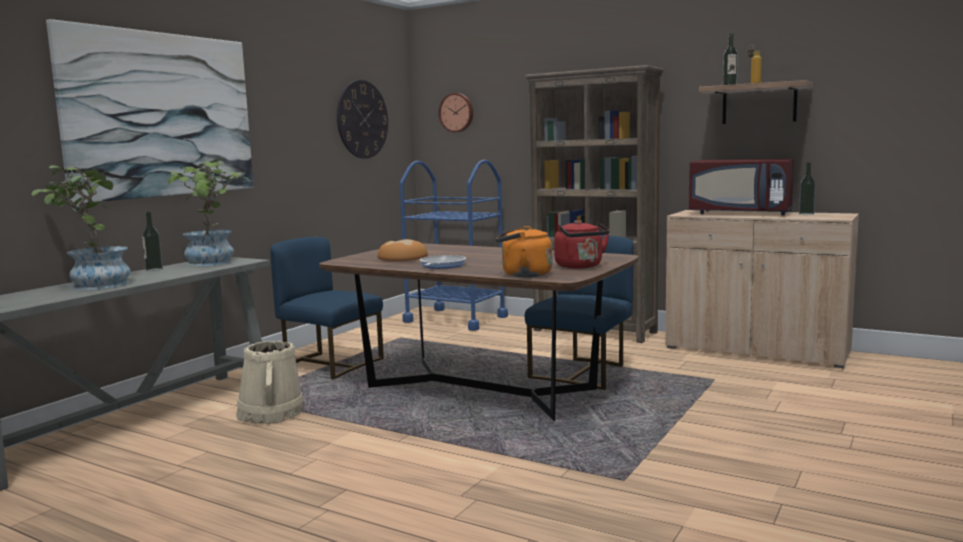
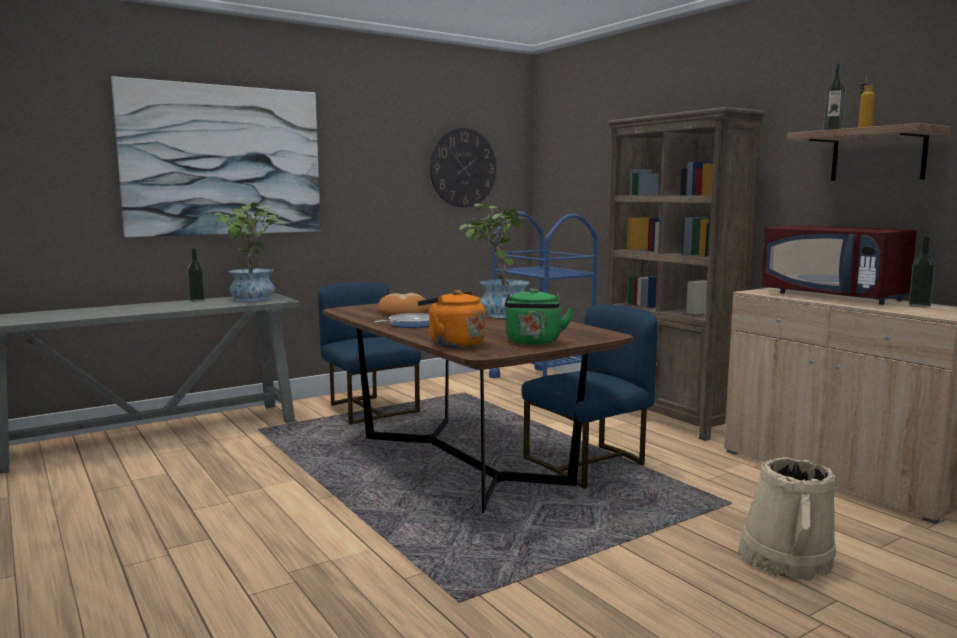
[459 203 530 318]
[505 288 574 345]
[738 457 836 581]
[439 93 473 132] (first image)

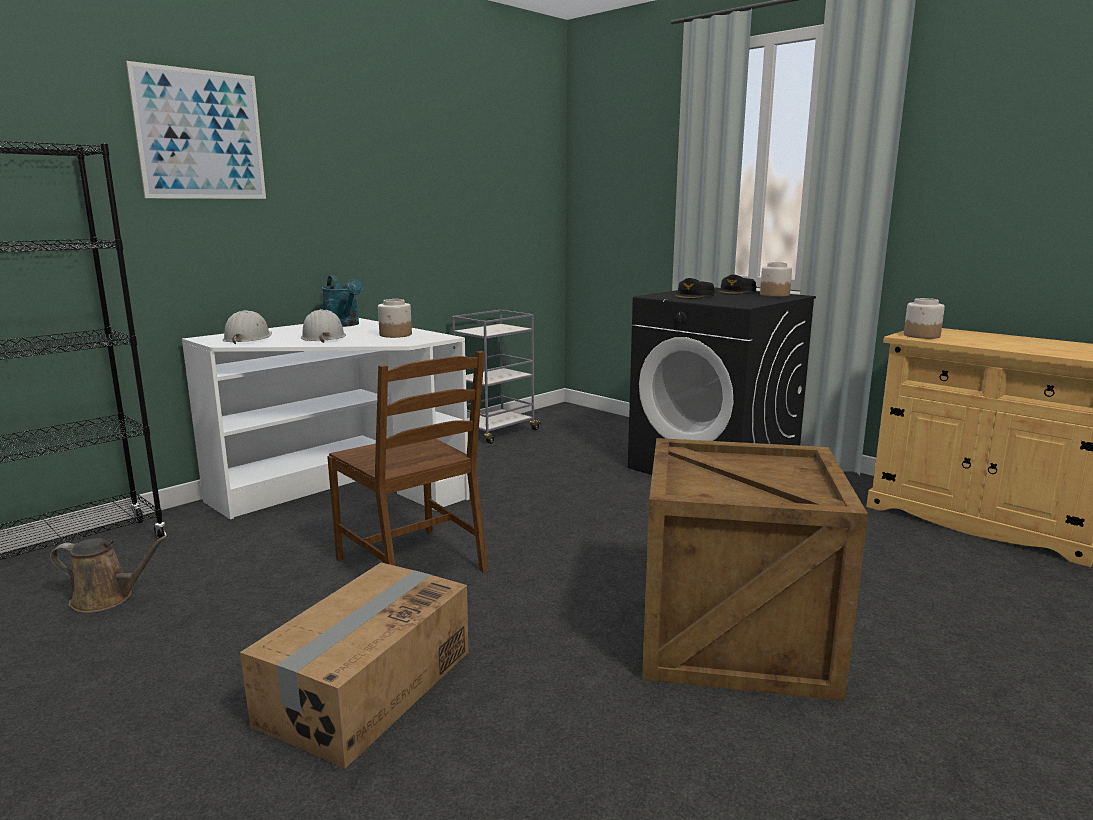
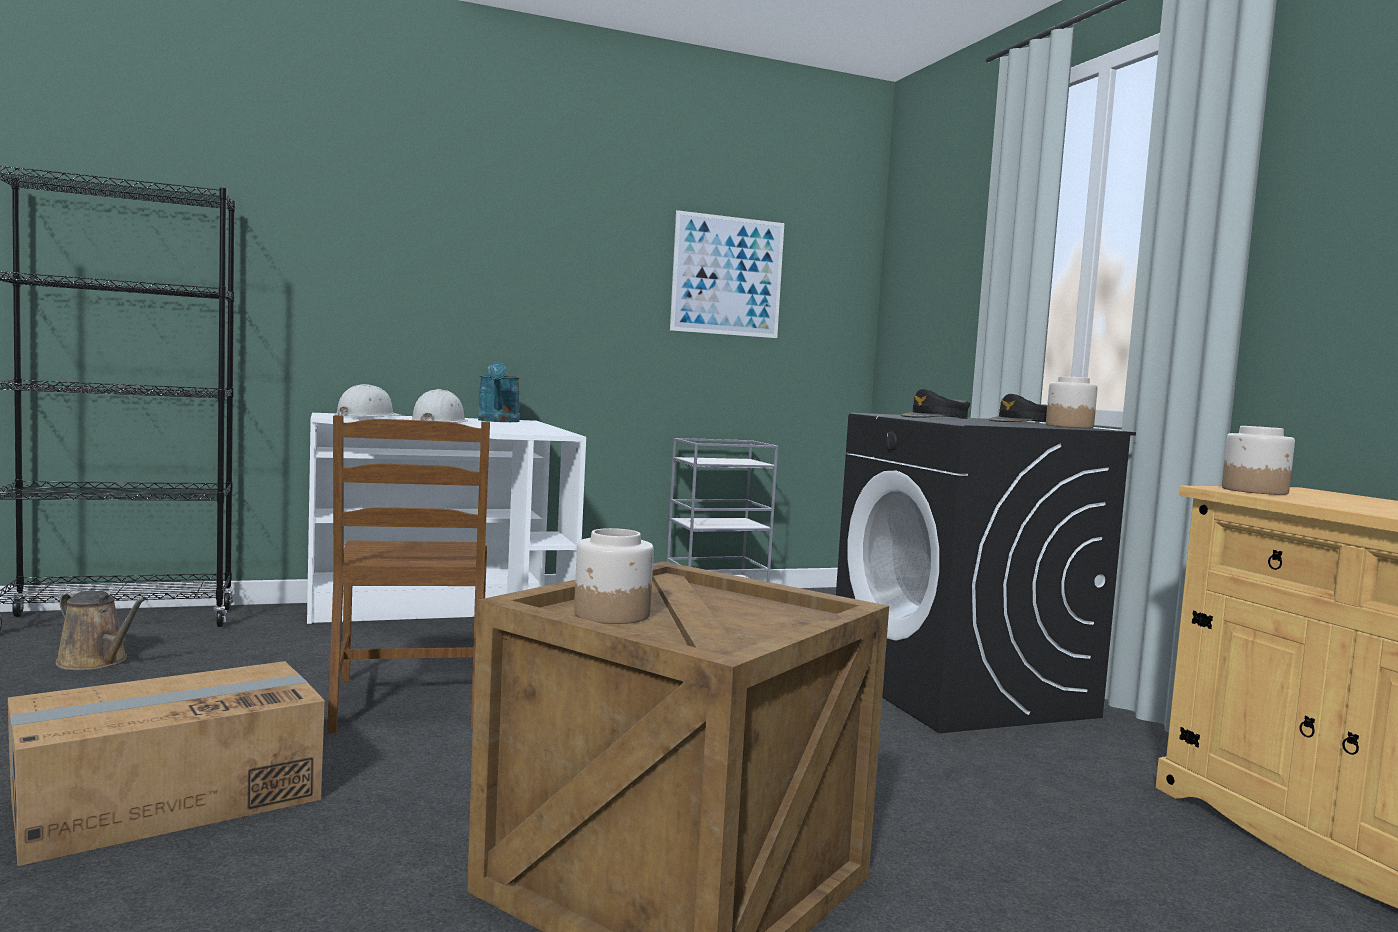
[574 528 654 624]
[670 210 784 338]

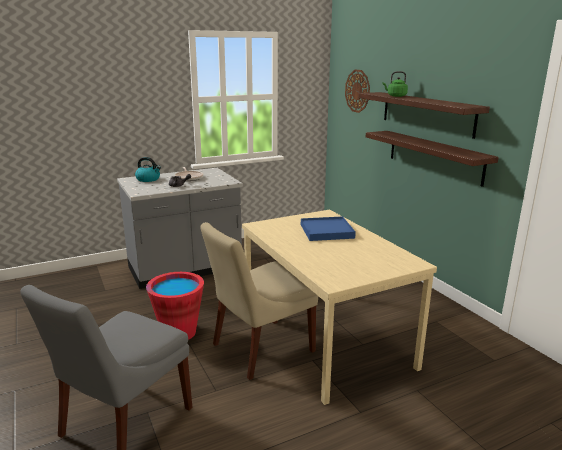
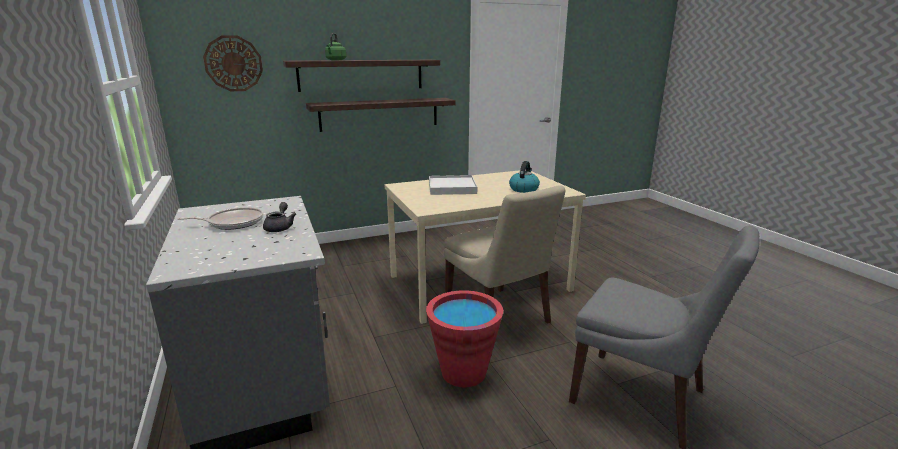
[429 175 477 195]
[509 161 540 193]

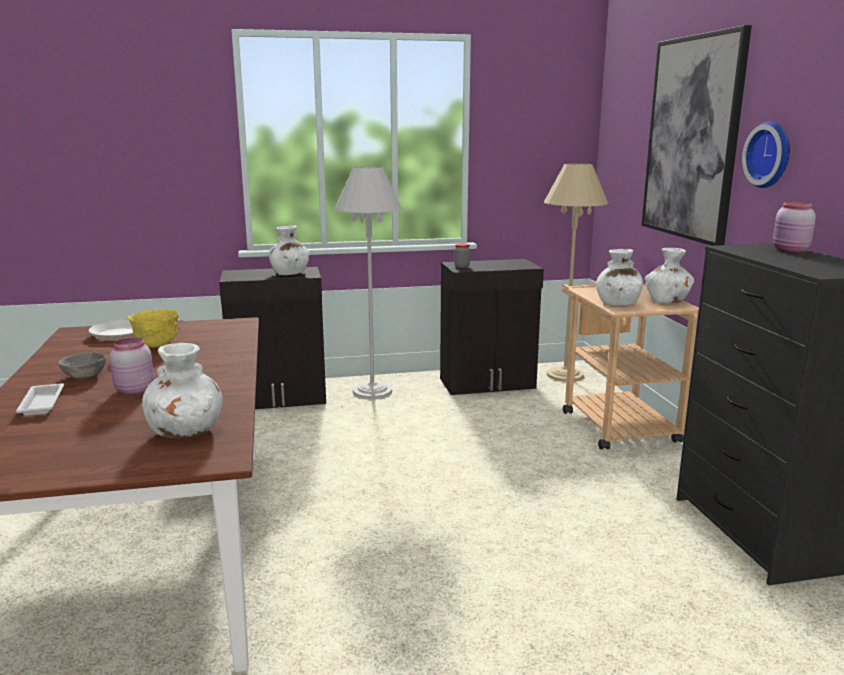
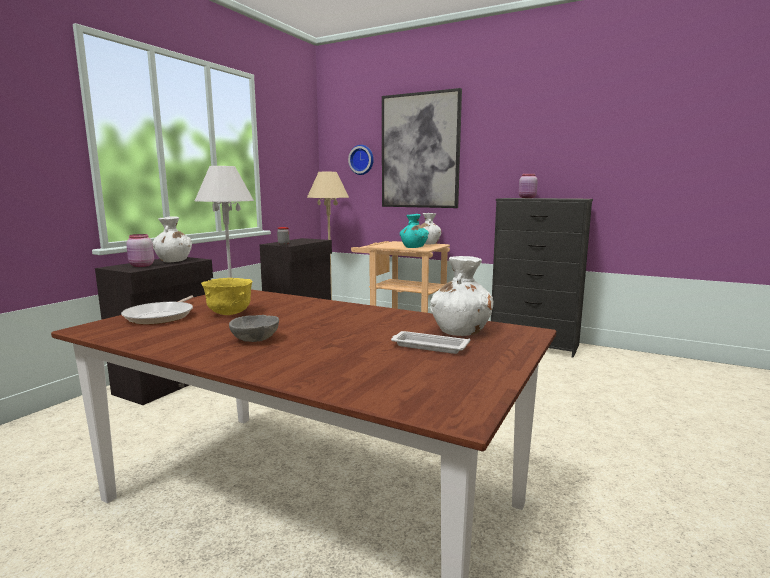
[126 234 154 267]
[348 145 374 175]
[391 331 470 354]
[400 214 429 248]

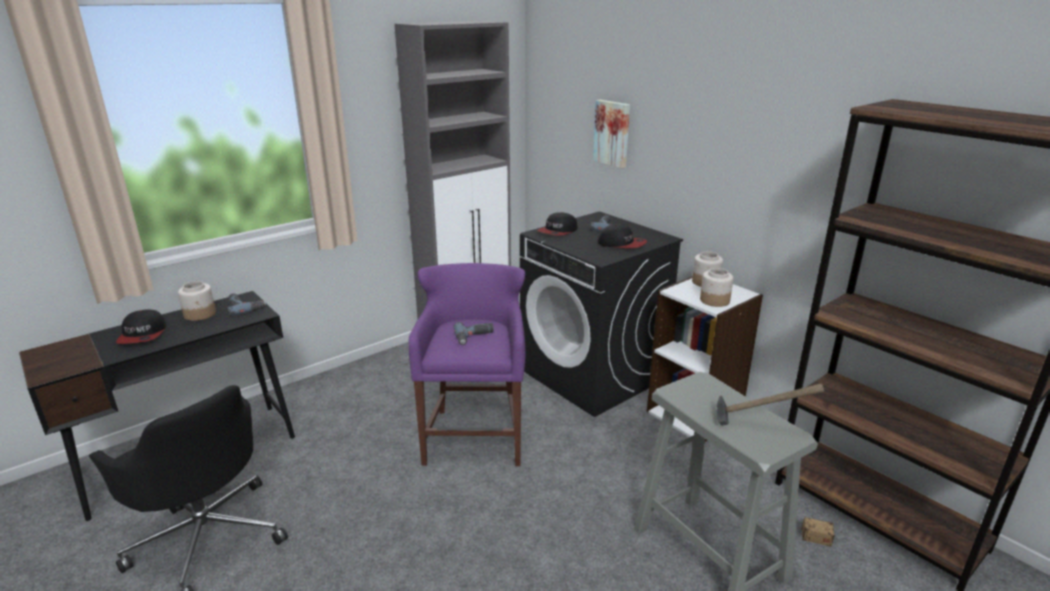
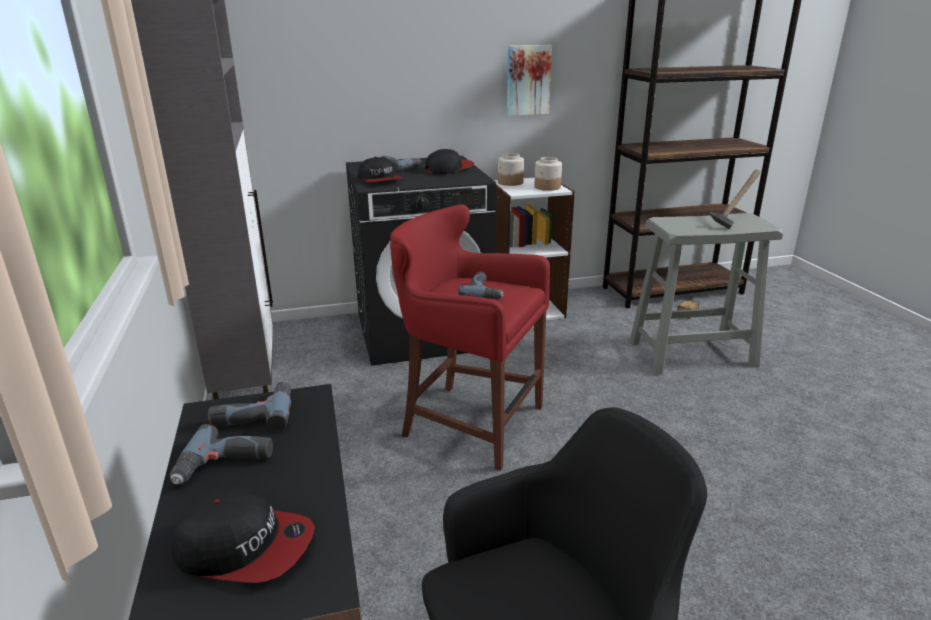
[169 424 273 485]
[390 204 550 471]
[507 45 552 116]

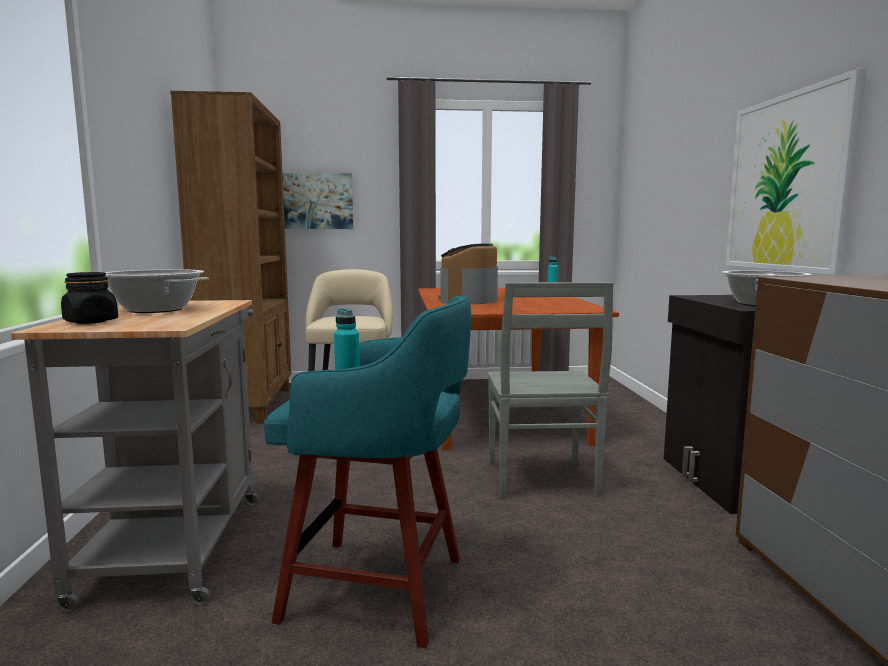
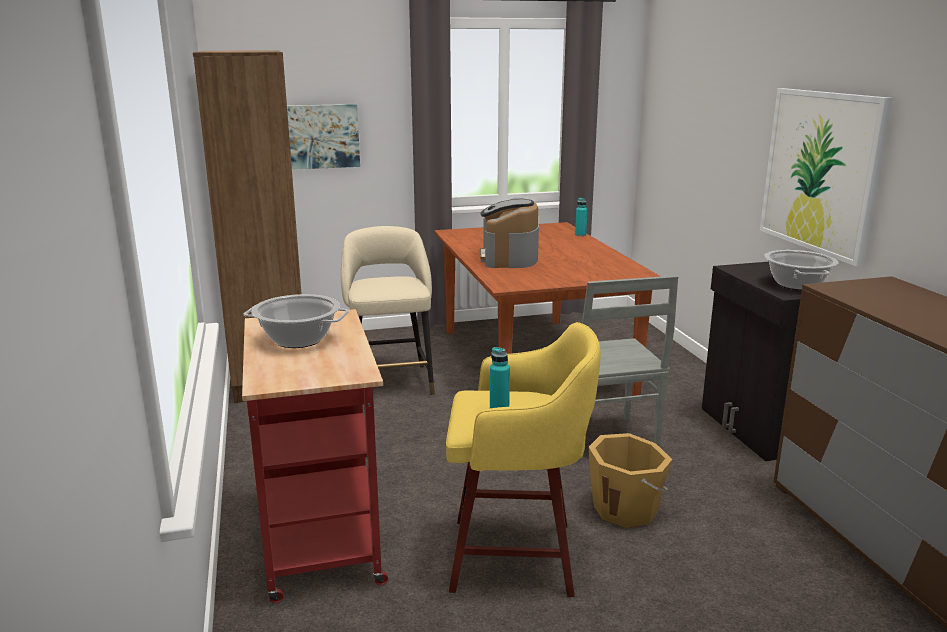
[242 309 388 603]
[446 322 601 597]
[589 433 672 528]
[61 272 118 324] (first image)

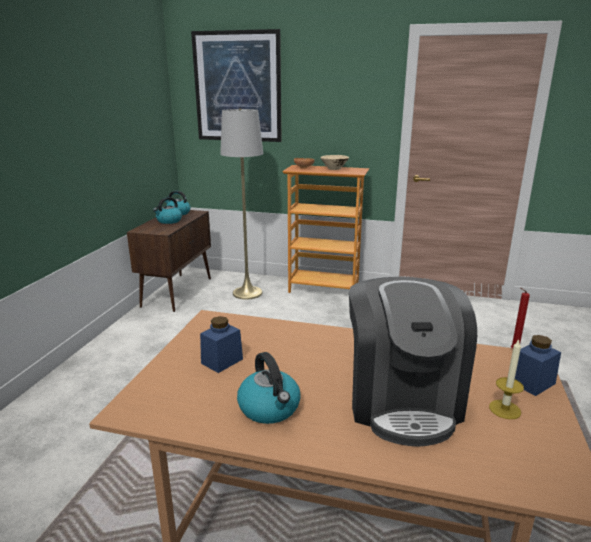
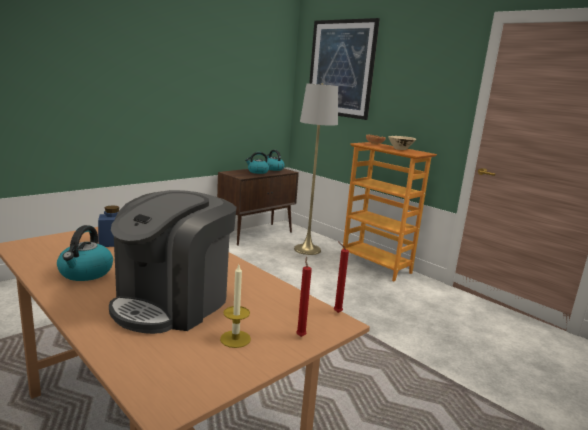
[296 256 312 337]

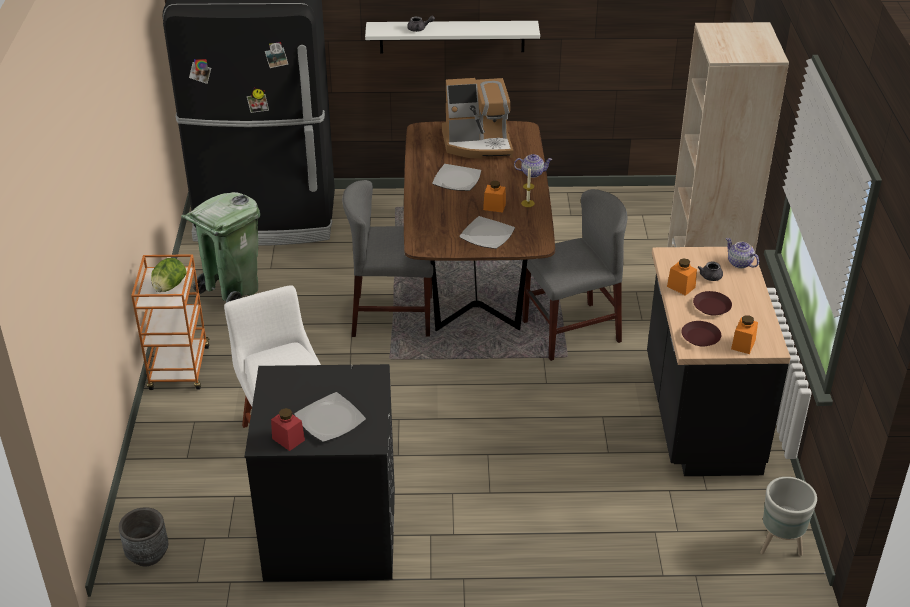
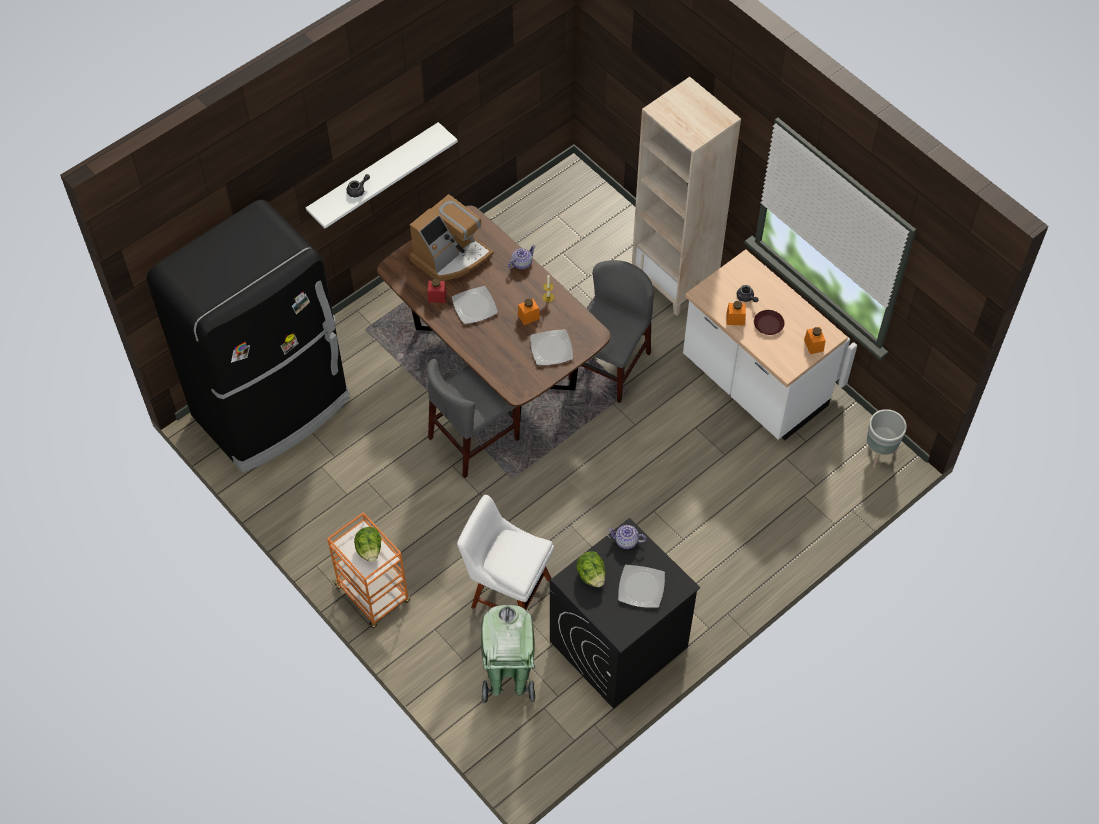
[428 279 447 303]
[481 605 535 704]
[576 551 605 587]
[608 525 647 549]
[683 249 848 440]
[119 507 168 566] (first image)
[681 321 721 346] (first image)

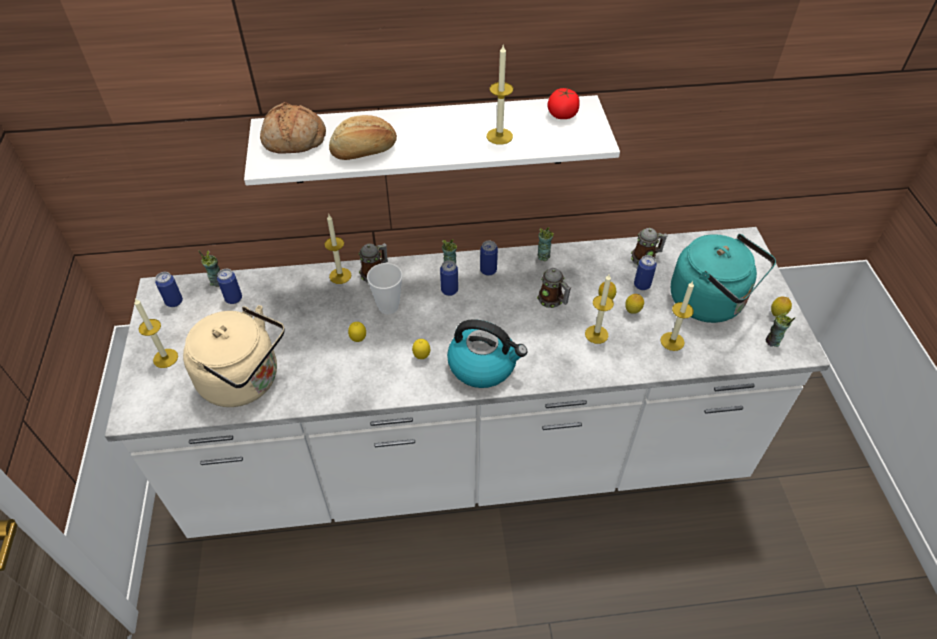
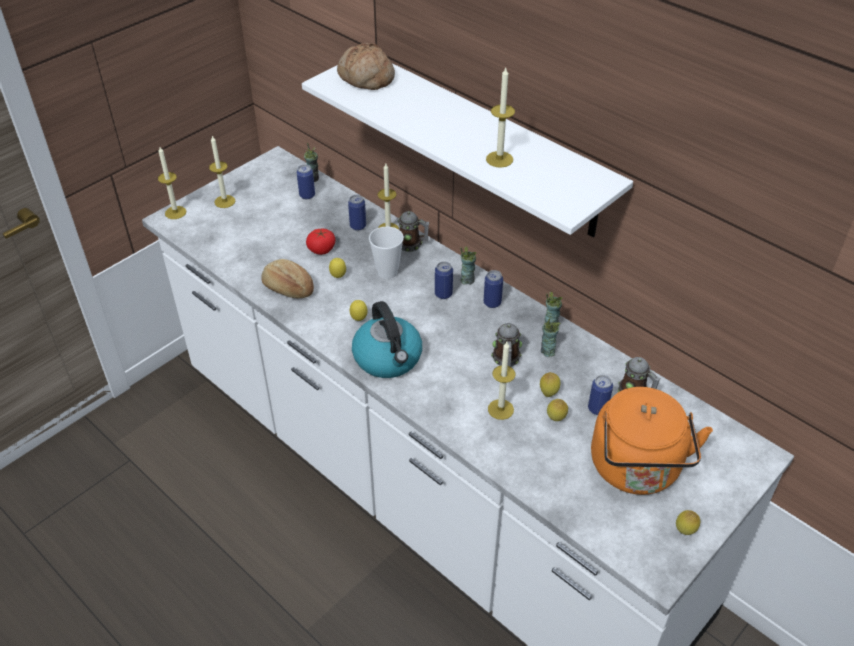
[158 147 186 219]
[261 259 314 298]
[306 229 335 255]
[348 195 366 231]
[541 318 561 357]
[591 387 713 495]
[183 305 285 407] (first image)

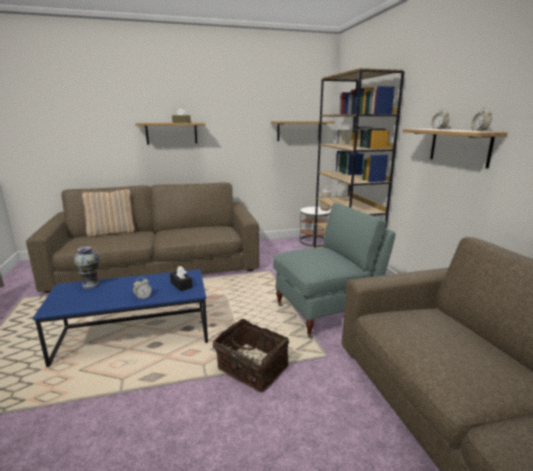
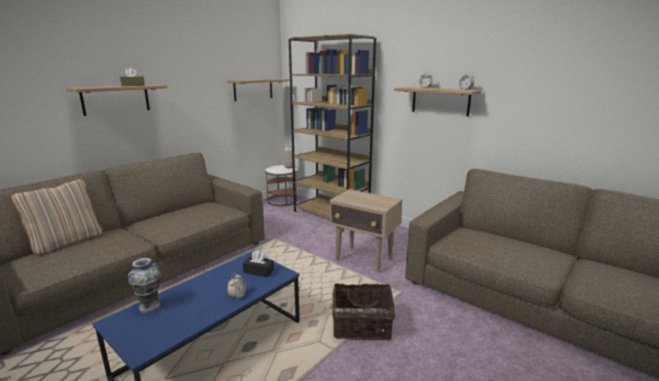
[329 189 402 273]

